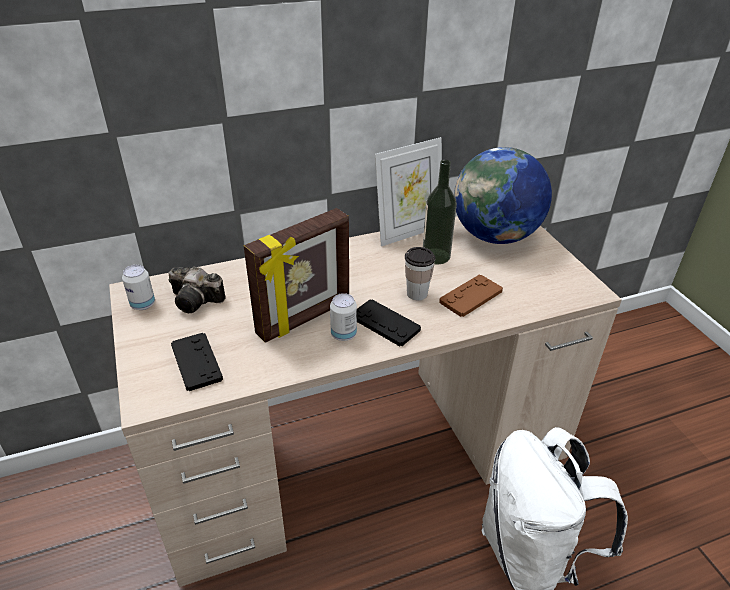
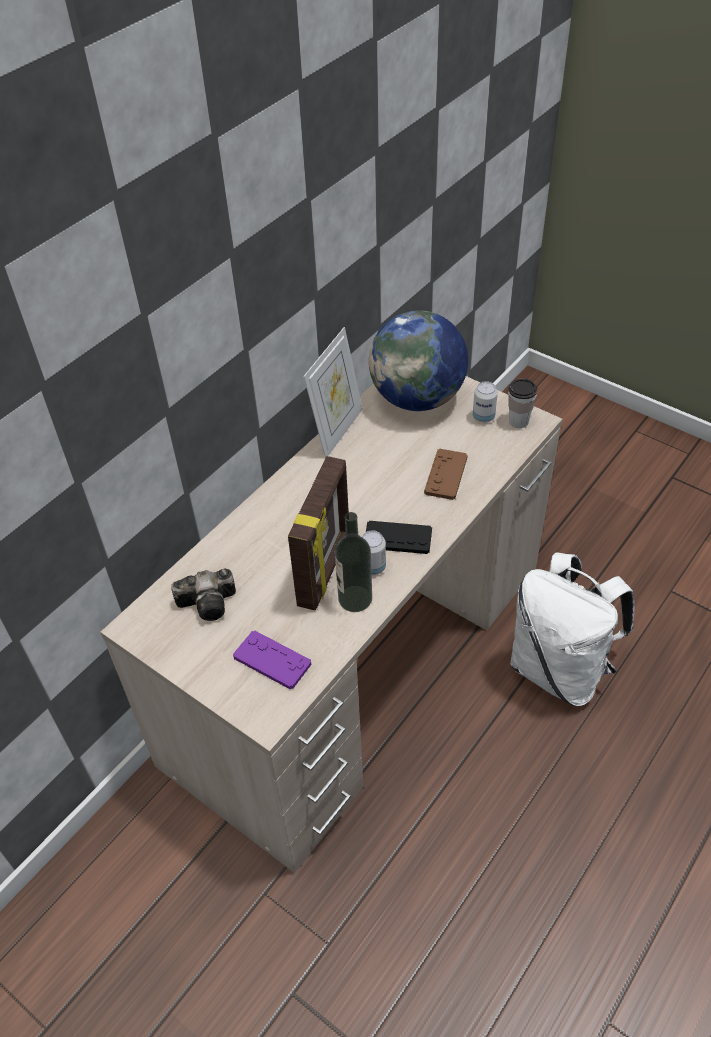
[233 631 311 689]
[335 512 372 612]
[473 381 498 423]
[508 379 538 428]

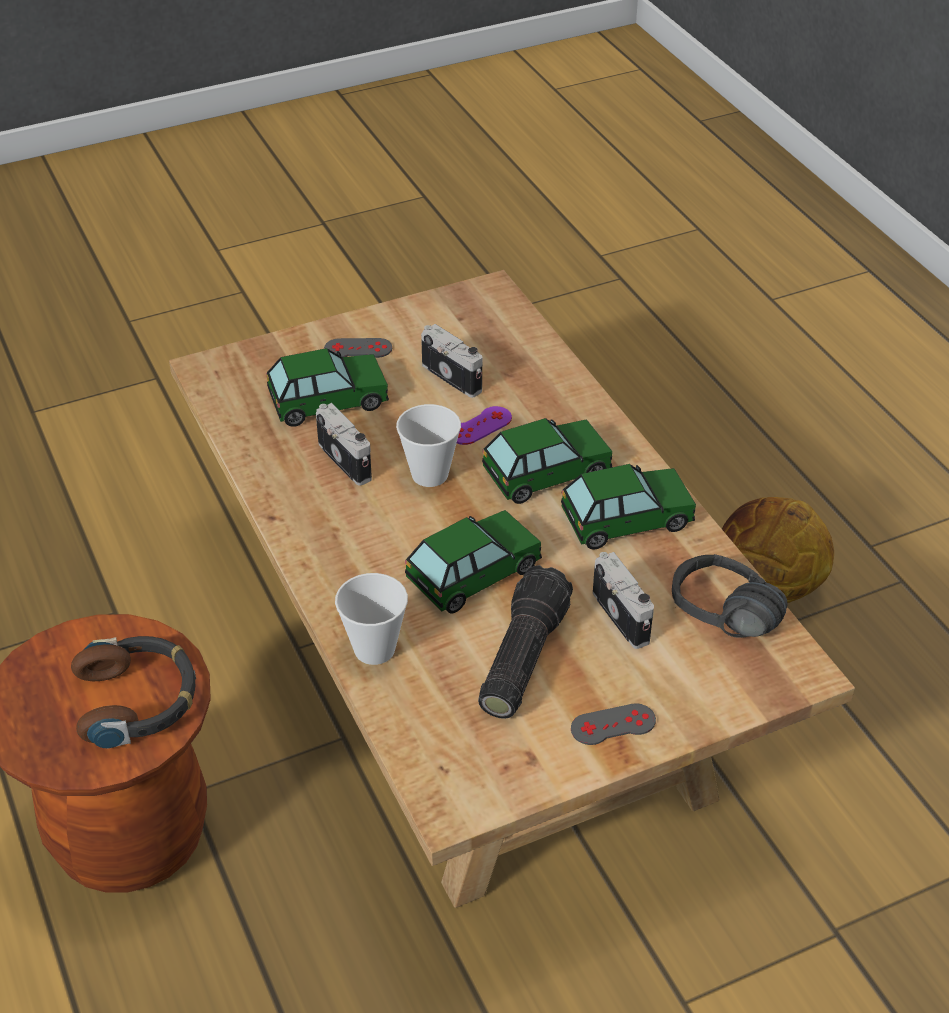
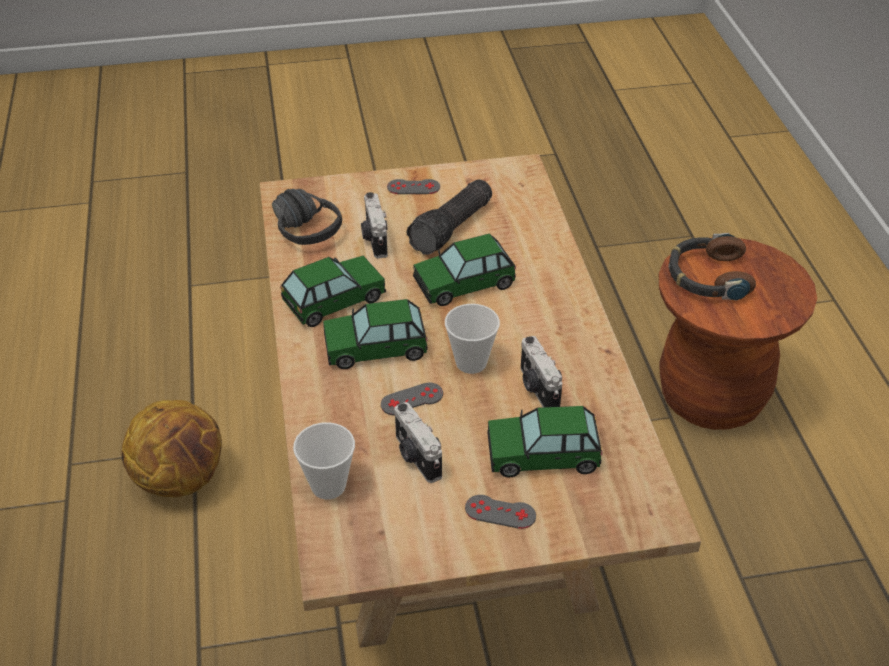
[280 256 386 327]
[293 422 355 500]
[381 383 443 415]

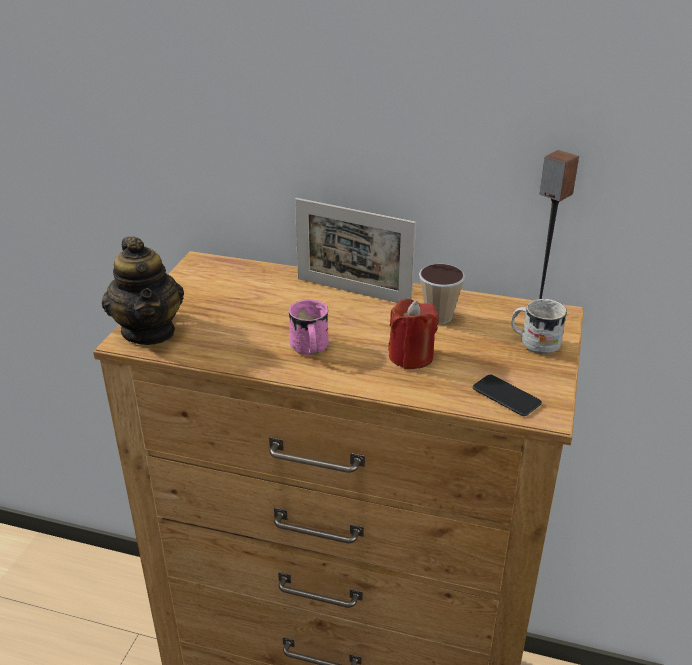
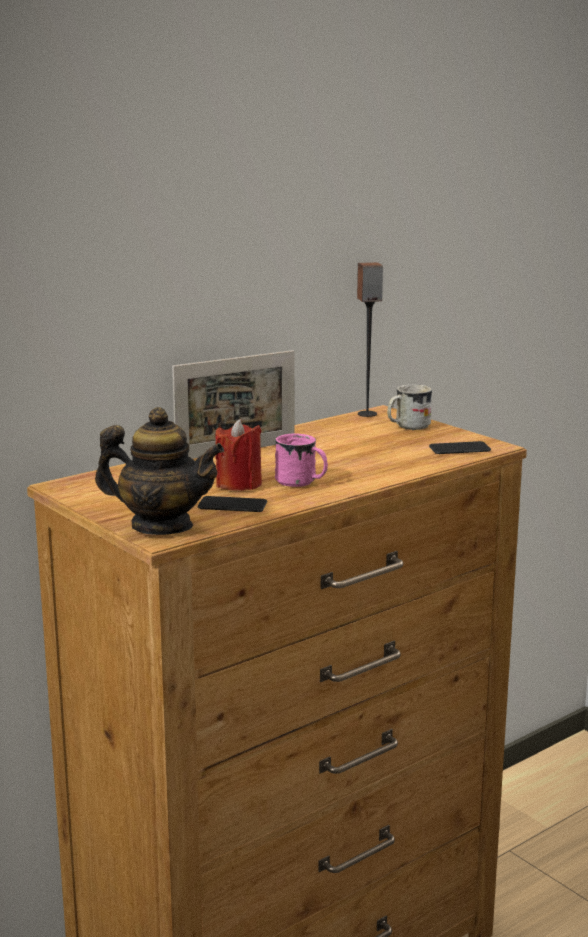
[198 496 267 512]
[215 419 262 491]
[419 264 465 324] (first image)

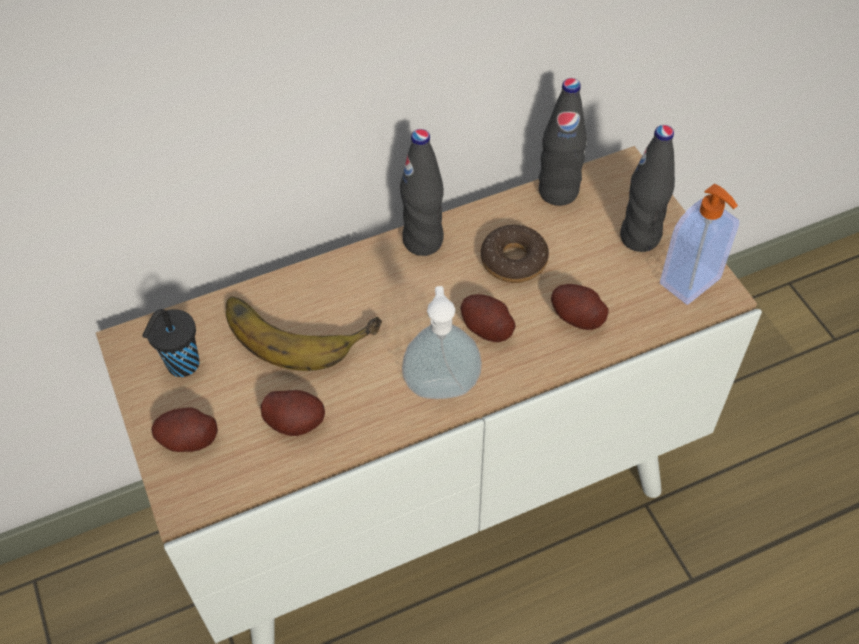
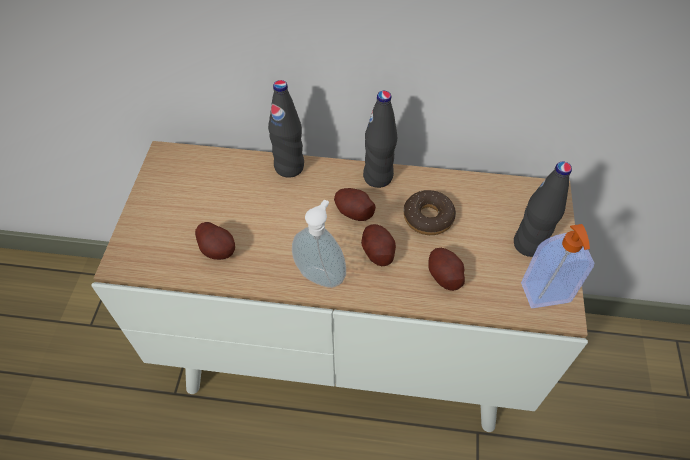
[268 80 304 178]
[334 188 376 221]
[142 309 200 377] (first image)
[226 296 382 371] (first image)

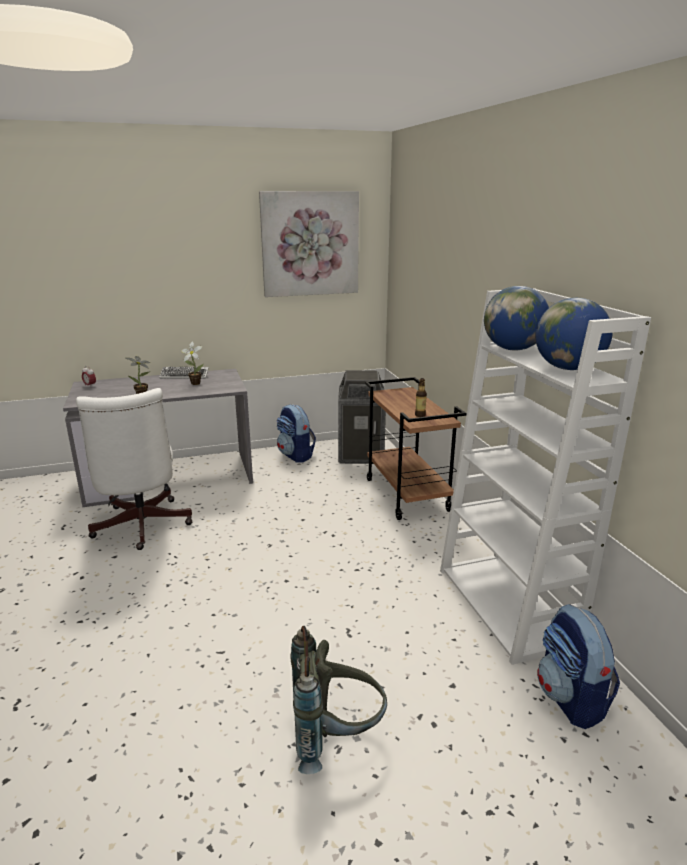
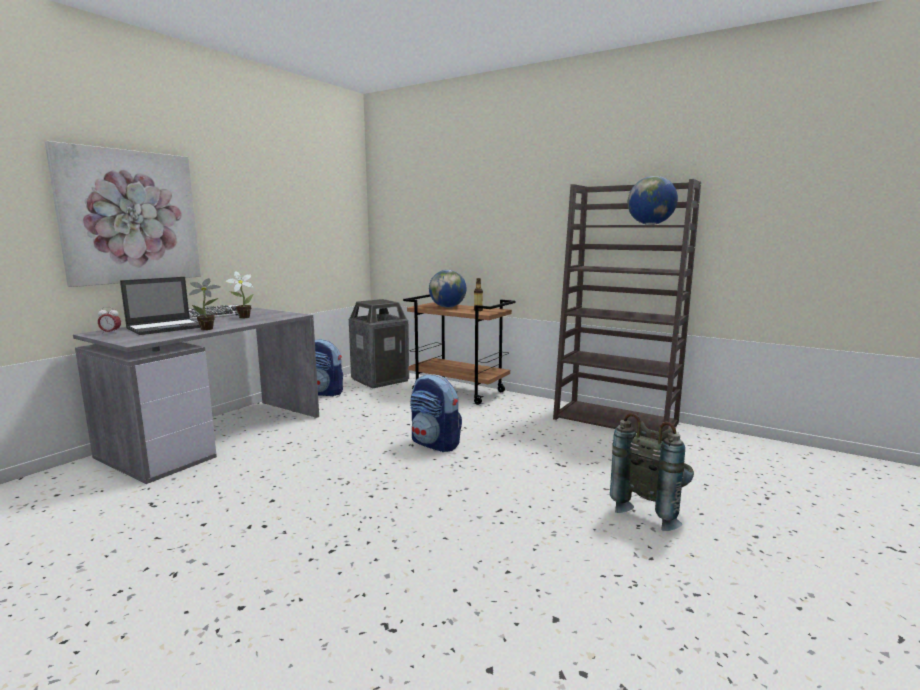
[45 141 201 287]
[120 277 201 335]
[410 374 462 452]
[429 270 466 308]
[553 179 701 433]
[76 388 192 550] (first image)

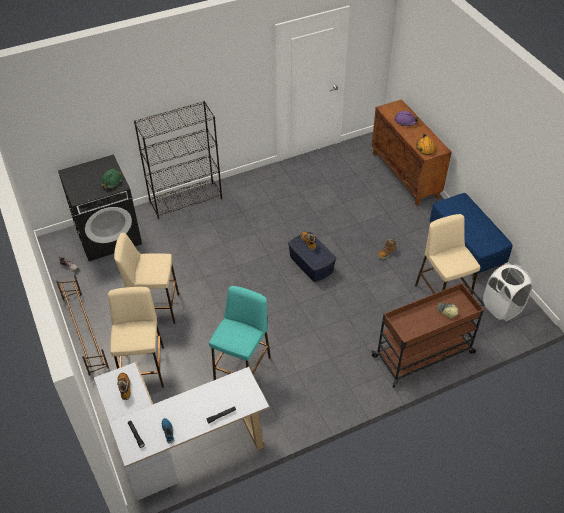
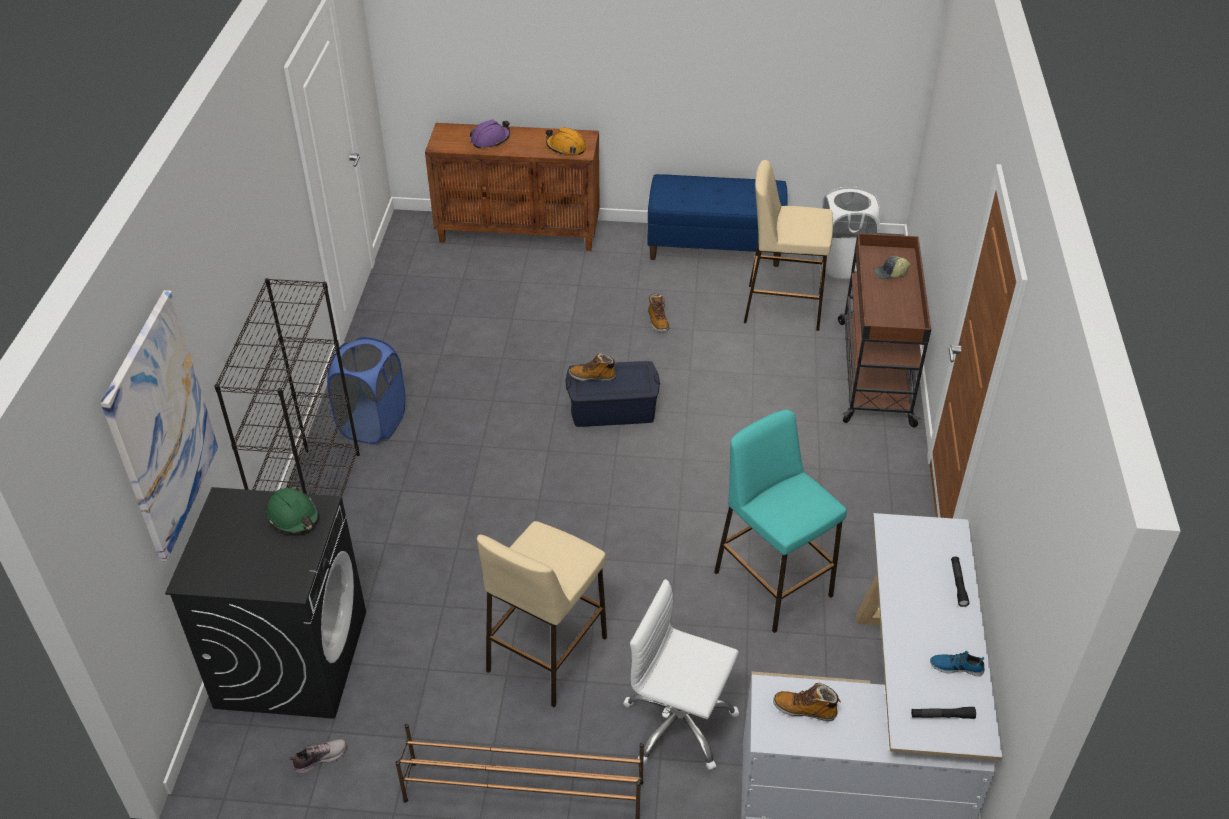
[101 290 218 561]
[327 337 406 444]
[623 579 739 770]

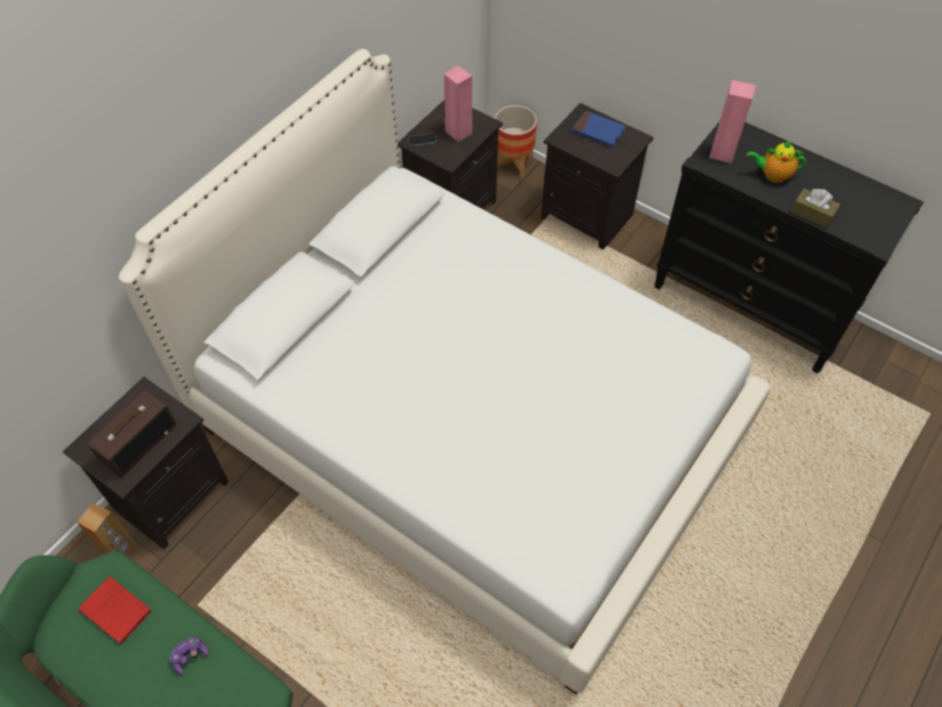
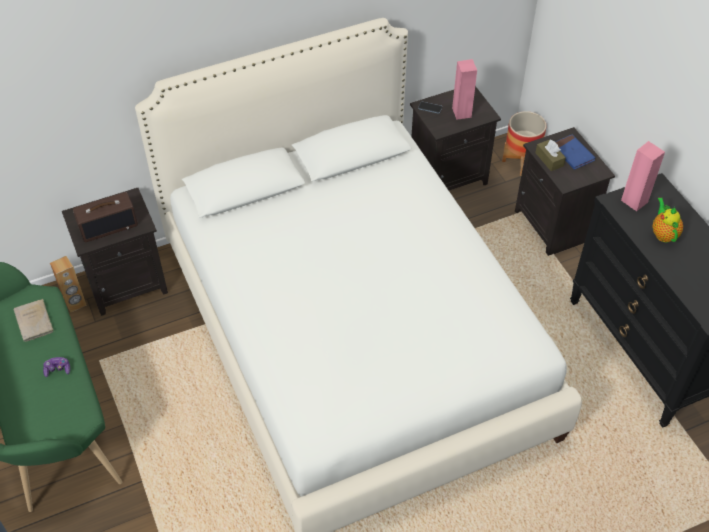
[13 299 55 342]
[535 140 566 171]
[652 198 683 242]

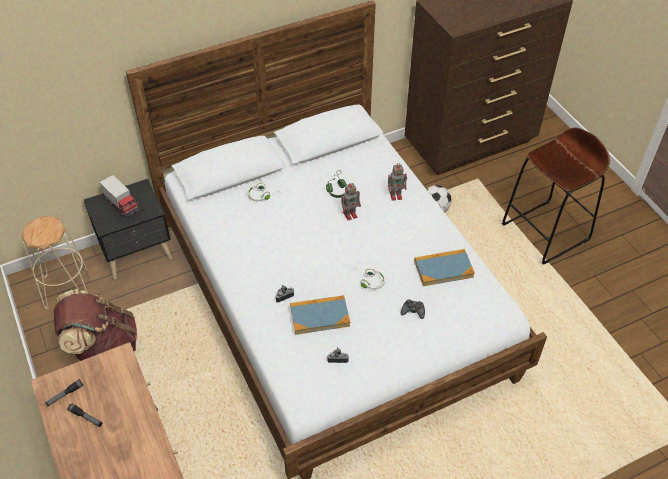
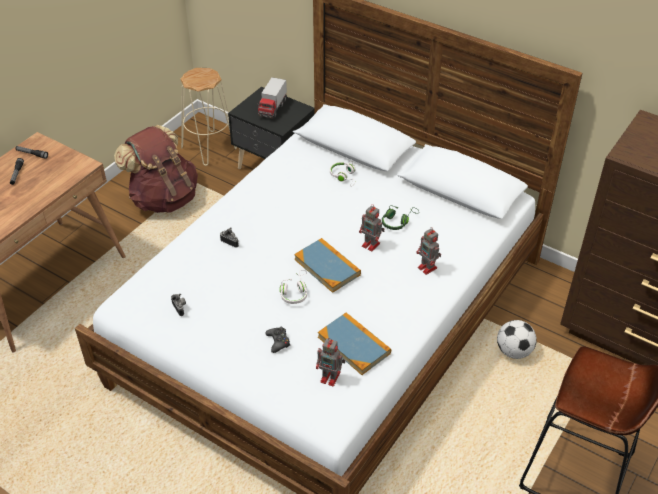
[294 238 361 293]
[316 338 345 387]

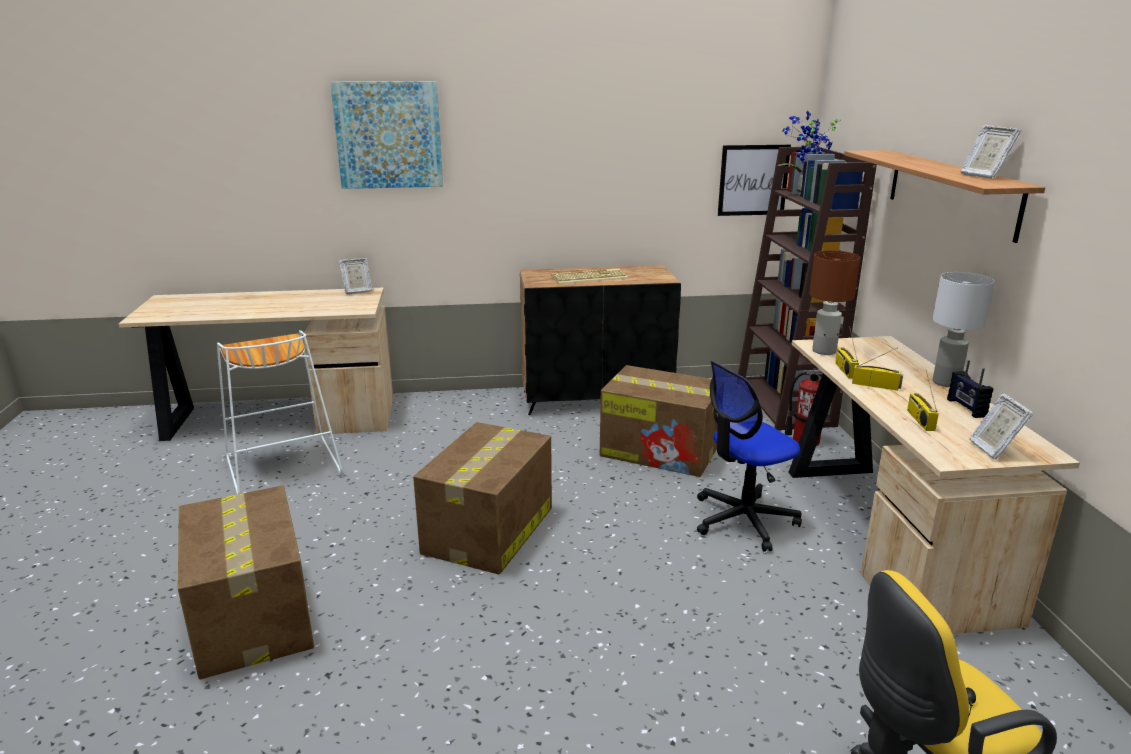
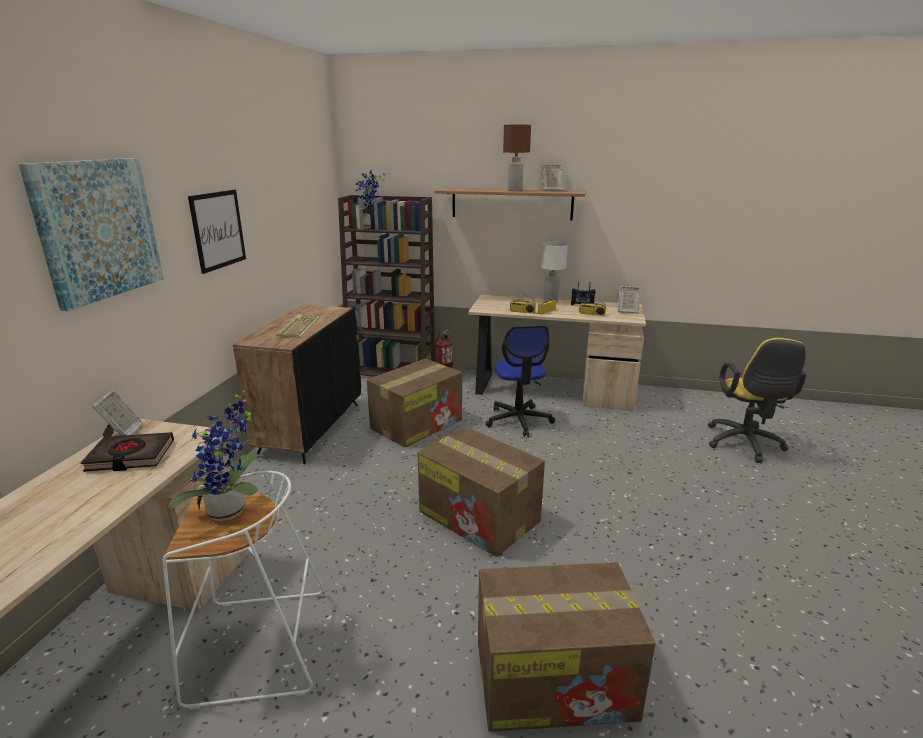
[81 432 174 472]
[168 390 263 521]
[188 190 246 274]
[503 125 531 191]

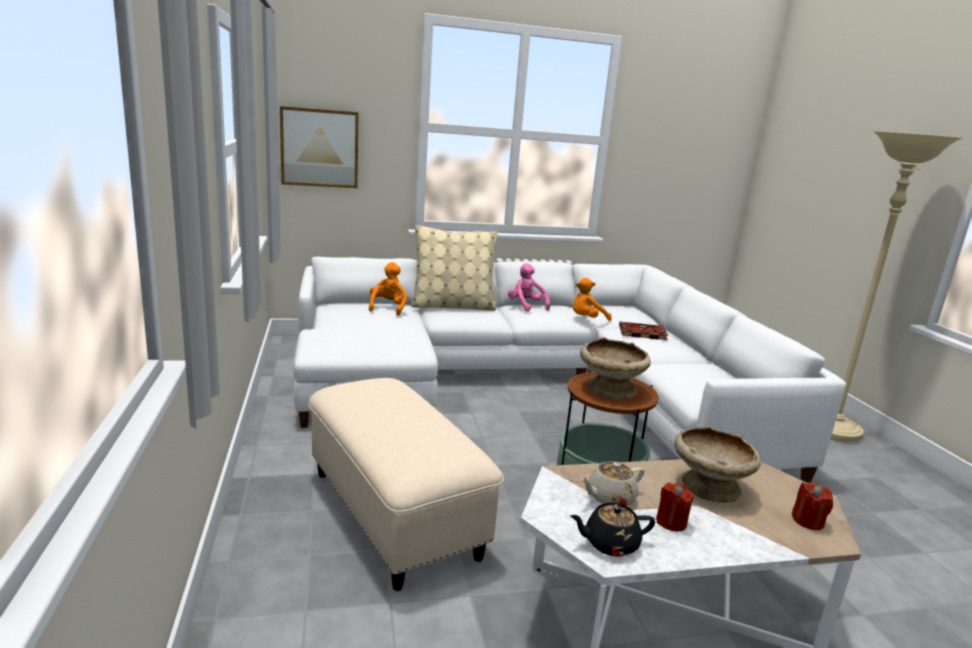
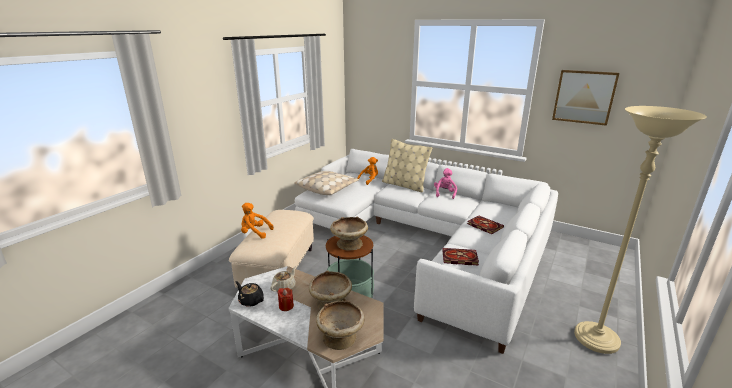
[241 203 274 239]
[270 266 296 292]
[294 171 359 195]
[316 300 365 350]
[442 248 479 266]
[552 70 619 126]

